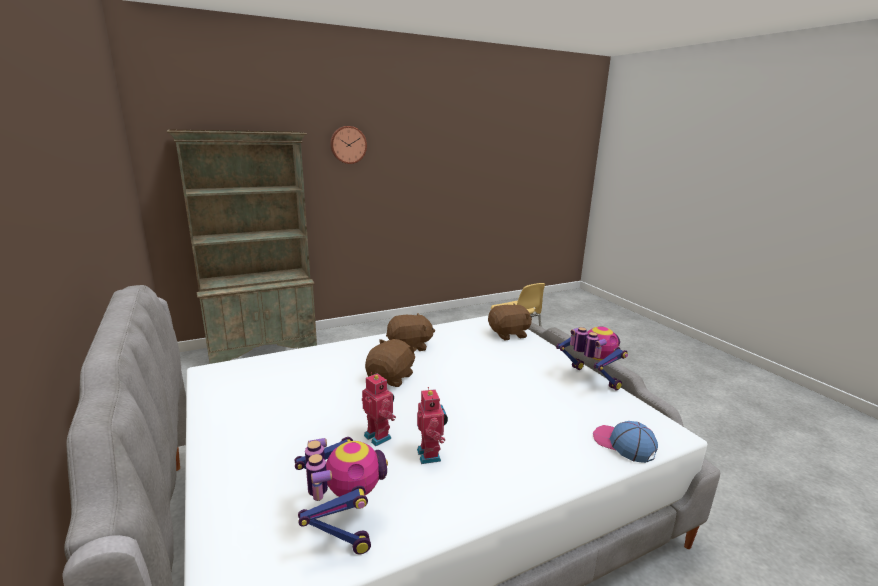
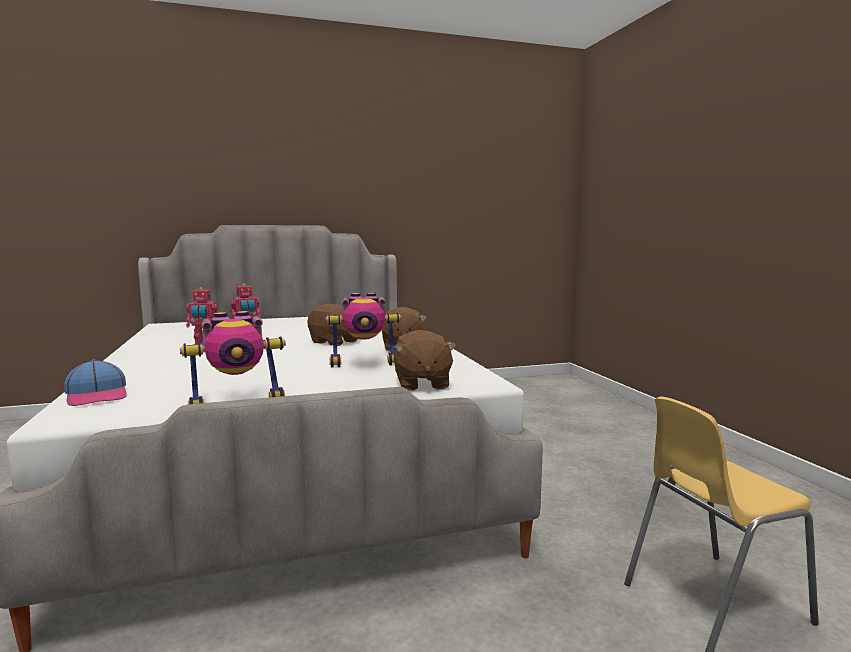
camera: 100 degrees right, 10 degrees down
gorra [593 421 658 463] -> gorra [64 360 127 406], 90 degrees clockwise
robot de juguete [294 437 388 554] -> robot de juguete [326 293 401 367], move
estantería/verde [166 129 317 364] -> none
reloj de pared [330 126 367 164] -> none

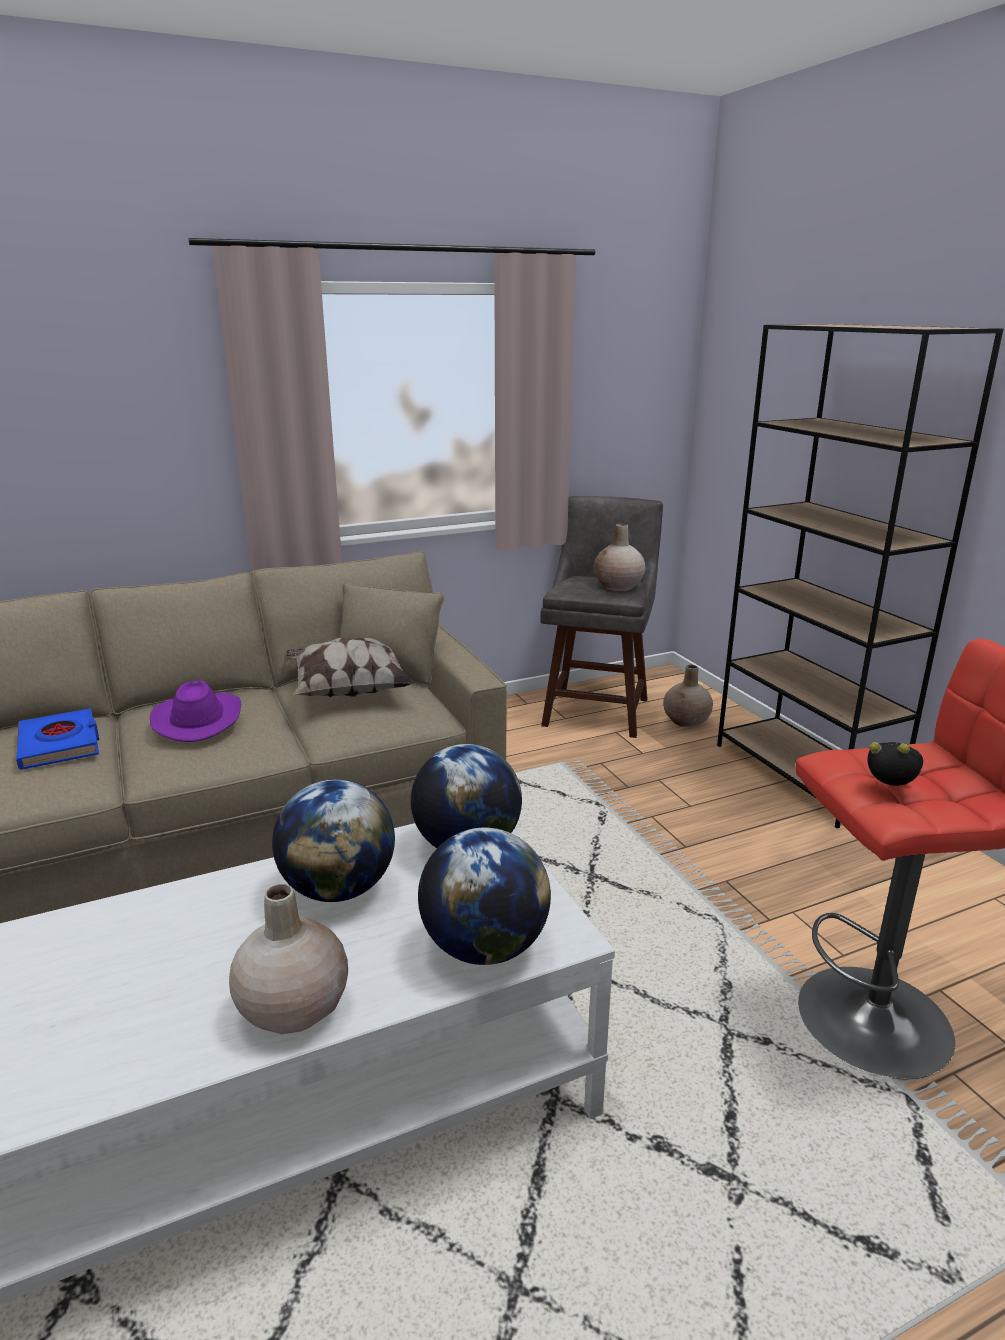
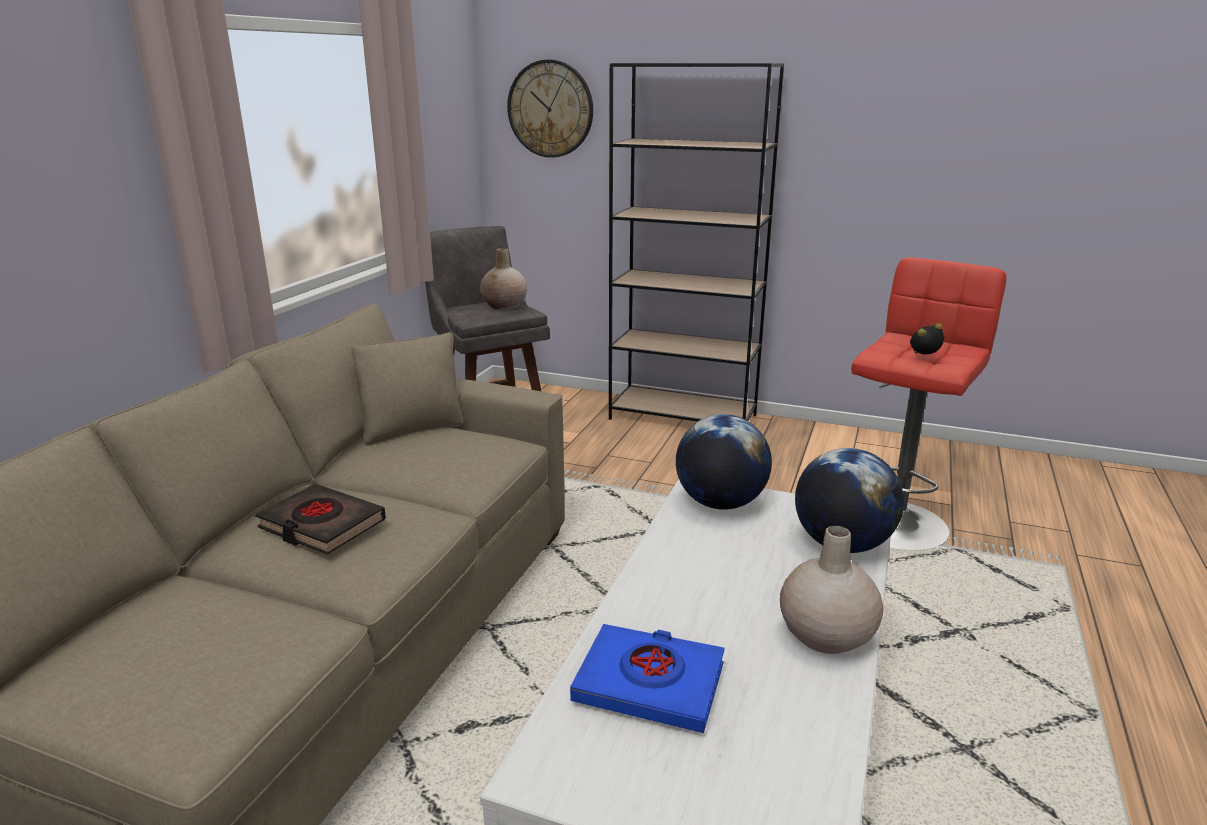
camera: 45 degrees left, 0 degrees up
sombrero/morado [150 680 241 742] -> libro/negro [255 484 386 554]
none -> reloj de pared [507 60 593 158]
libro/azul [16 708 99 770] -> libro/azul [570 624 724 733], move
globo terráqueo [272 779 395 902] -> none
cojín [286 637 414 697] -> none
florero/beis [663 665 713 728] -> none

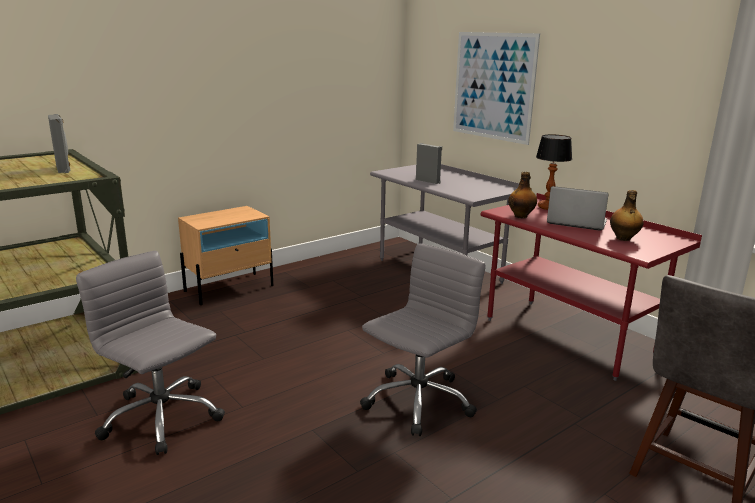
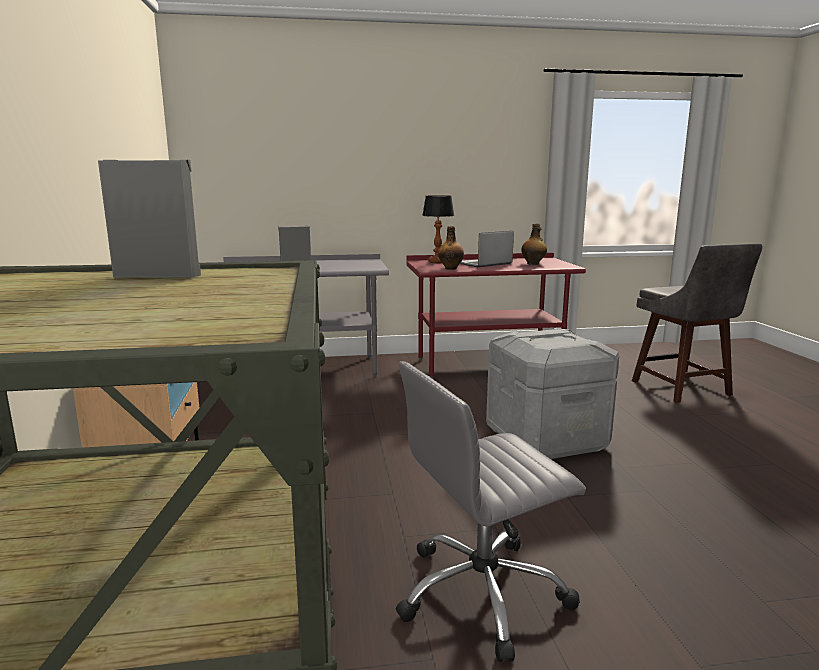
camera: 60 degrees left, 5 degrees down
silla de oficina/gris [360 243 486 436] -> caja de almacenaje/gris [486 328 619 459]
cuadro [453 32 540 145] -> none

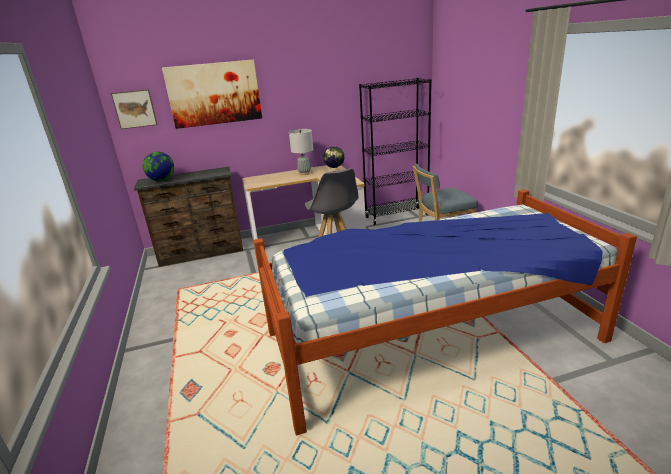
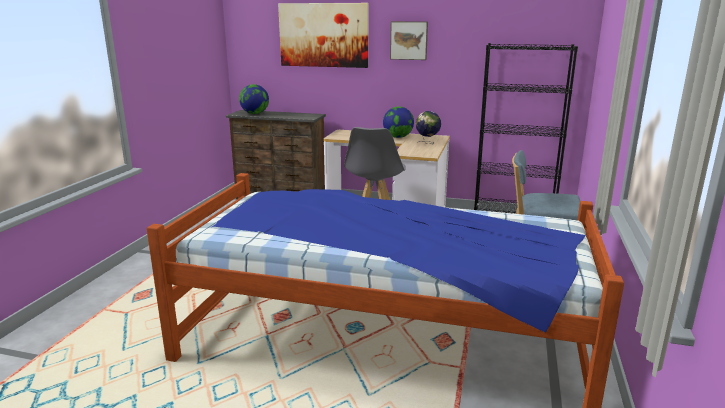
camera: 30 degrees right, 5 degrees down
lámpara de mesa/gris [289 129 313 175] -> globo terráqueo [383 106 414 138]
cuadro [111 89 157 129] -> cuadro [390 21 428 60], move

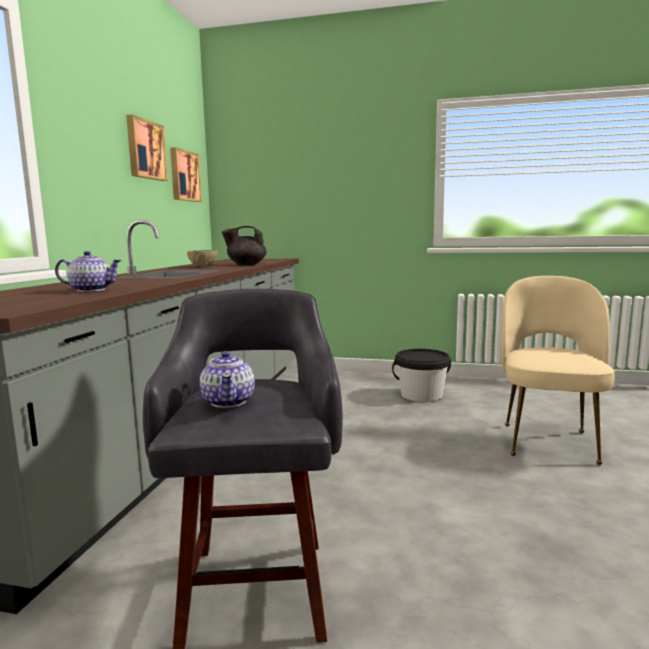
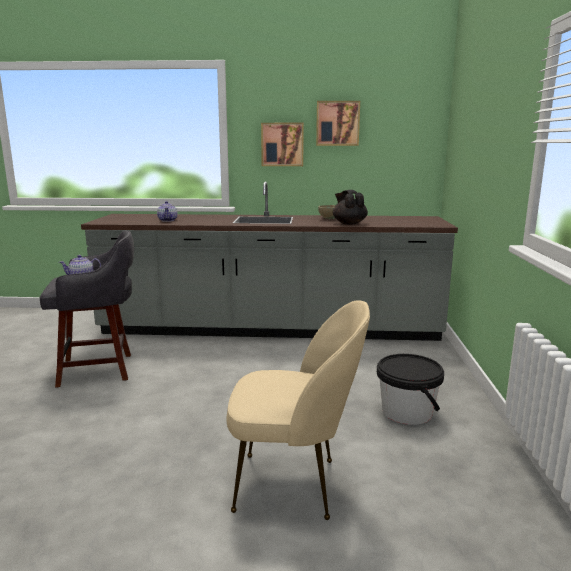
camera: 80 degrees right, 5 degrees up
cuadro [170 147 202 202] -> cuadro [261 123 304 166], move

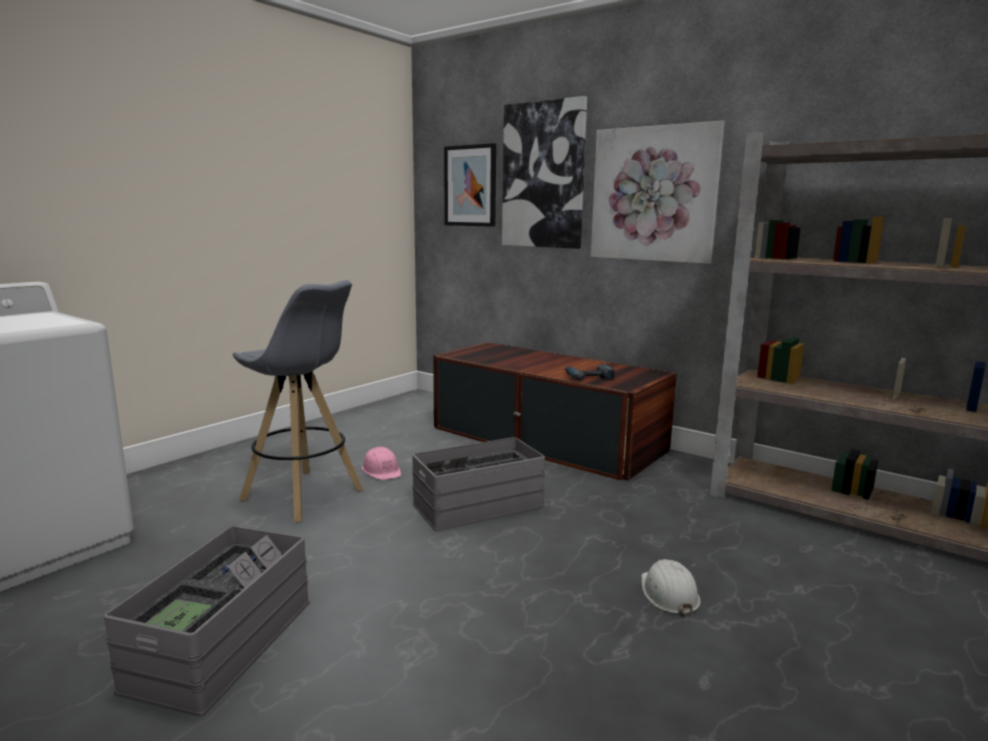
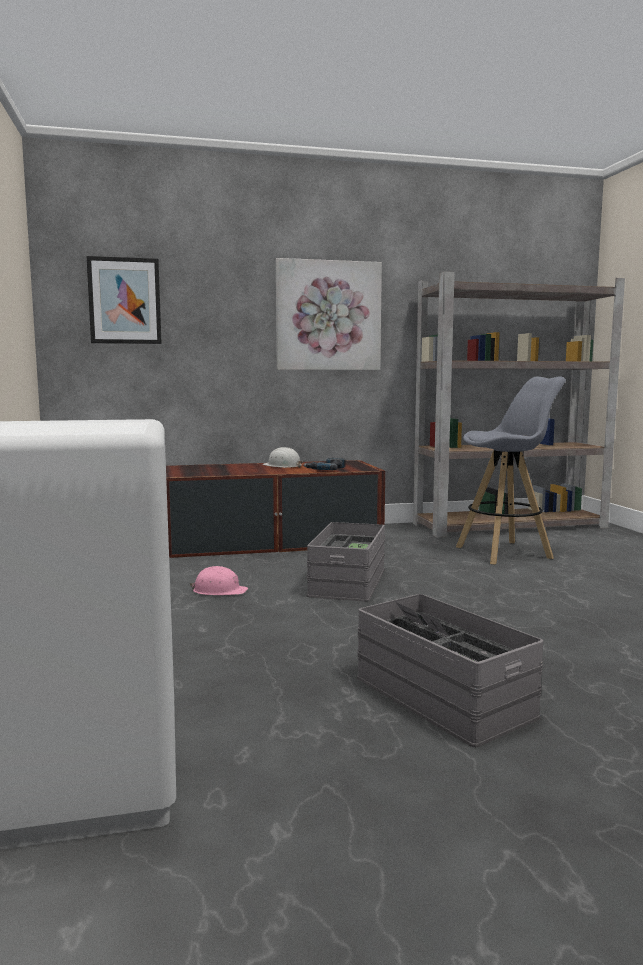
camera: 50 degrees left, 5 degrees down
casco/blanco [642 559 701 617] -> casco/blanco [262 447 303 468], move
taburete/gris [233 280 363 522] -> taburete/gris [456 376 566 565], move
cuadro [502 96 587 249] -> none

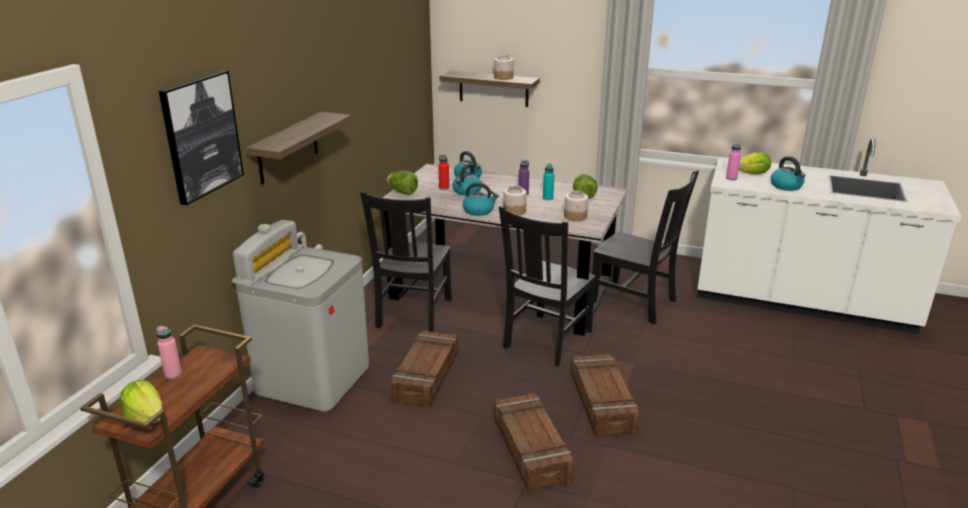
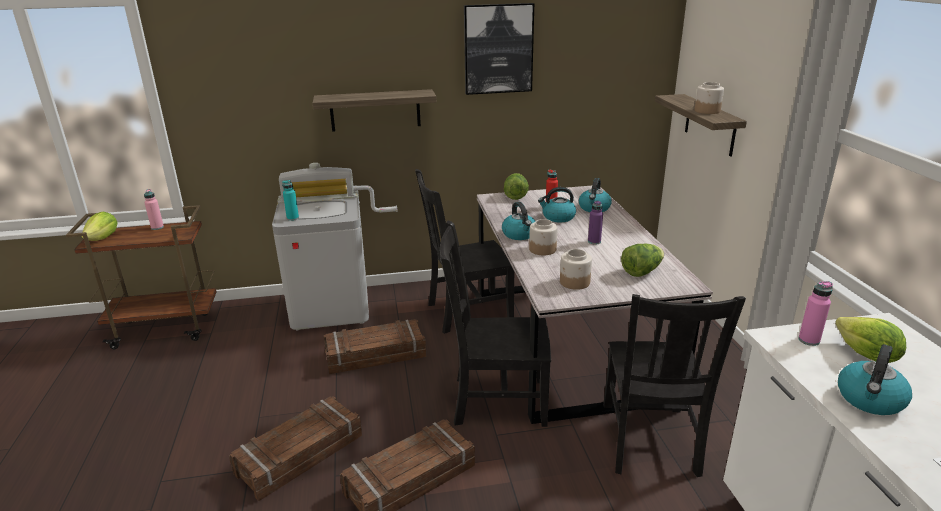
camera: 60 degrees right, 0 degrees up
botella/turquesa [543 164 554 200] -> botella/turquesa [282 180 299 221], move
cuadro [159 70 244 205] -> cuadro [464 3 534 95], move

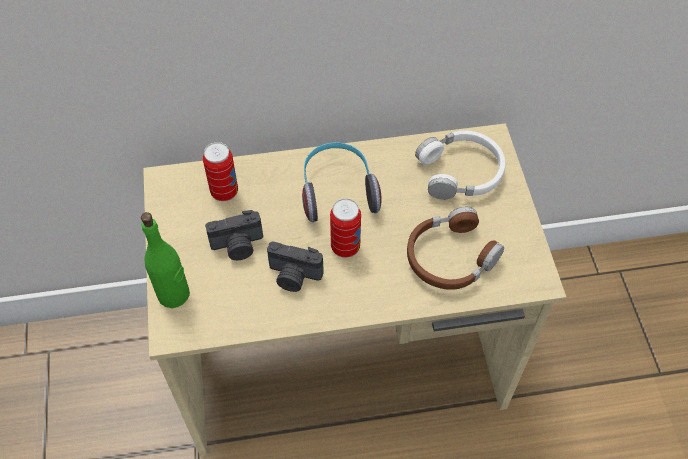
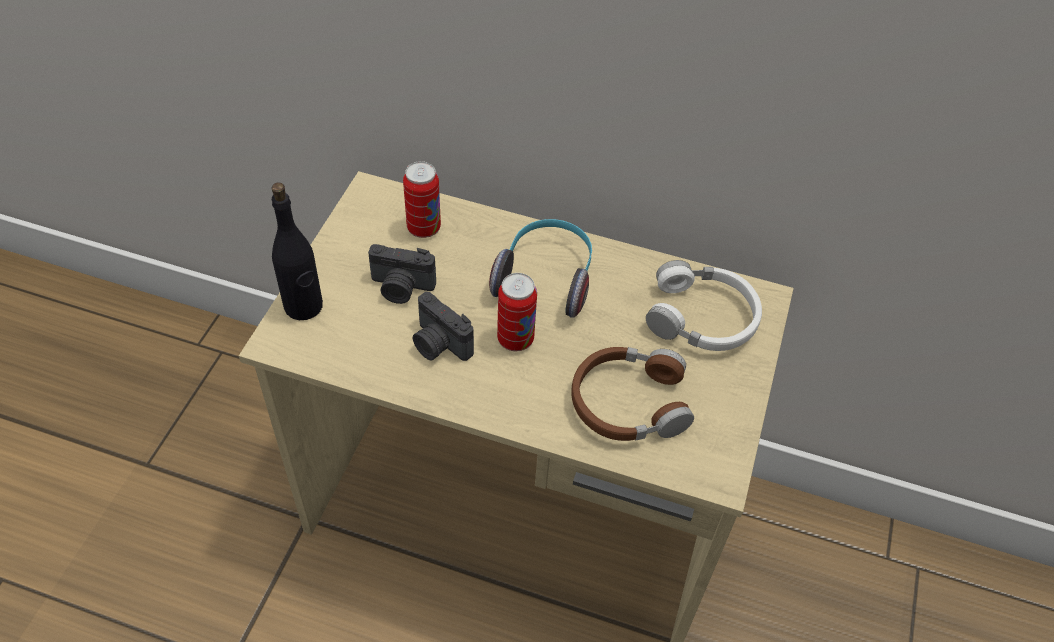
camera: 25 degrees right, 5 degrees down
botella/verde [141 212 190 308] -> botella/negro [271 182 323 320]

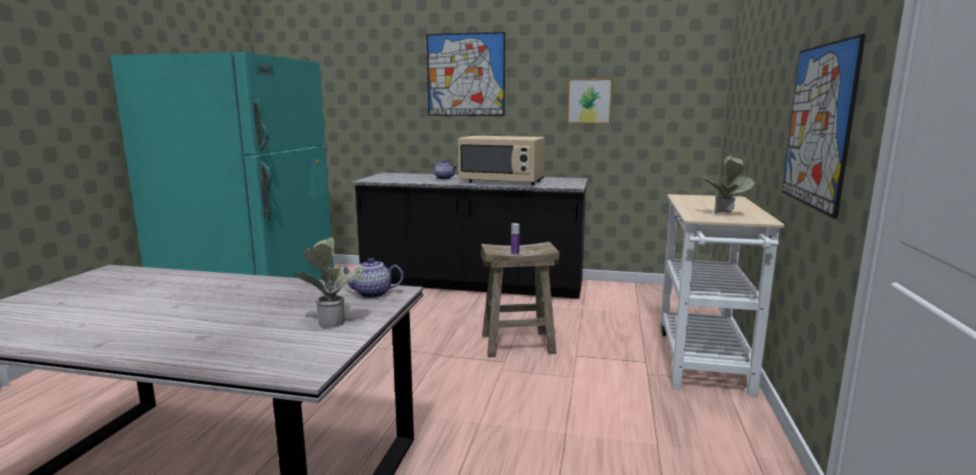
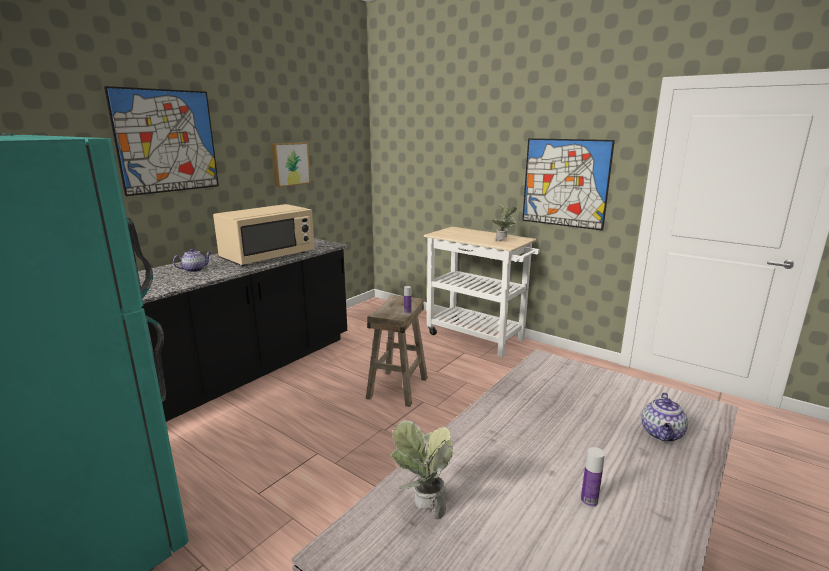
camera: 65 degrees left, 5 degrees up
planta en maceta [294 237 365 328] -> planta en maceta [390 420 453 519], move
none -> botella [581 447 605 507]
tetera [343 258 403 298] -> tetera [641 392 688 442], move

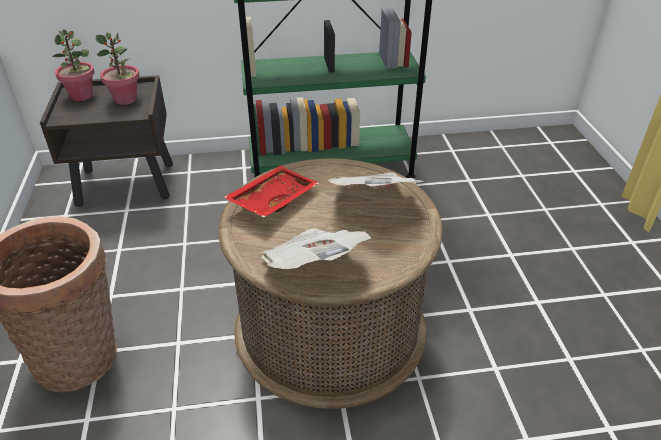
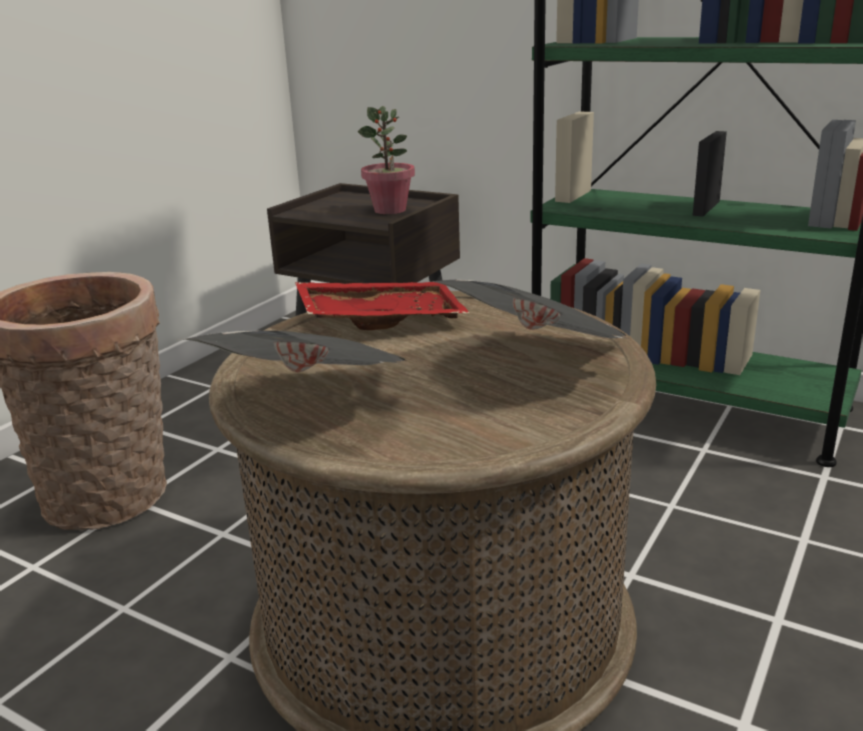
camera: 40 degrees right, 15 degrees down
planta en maceta [52 29 95 101] -> none

